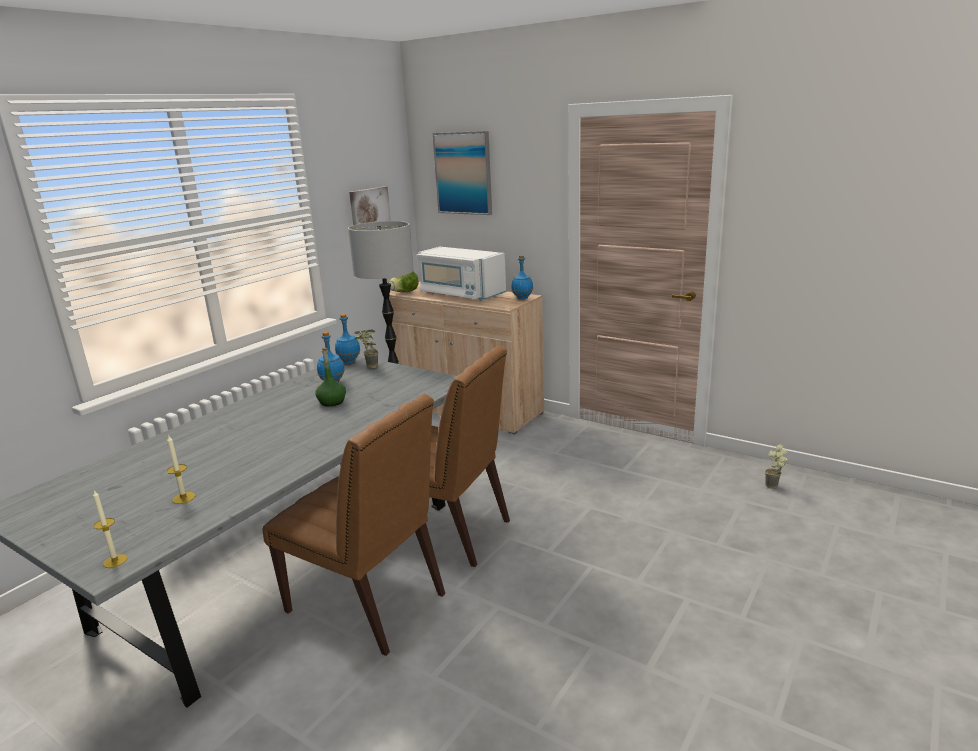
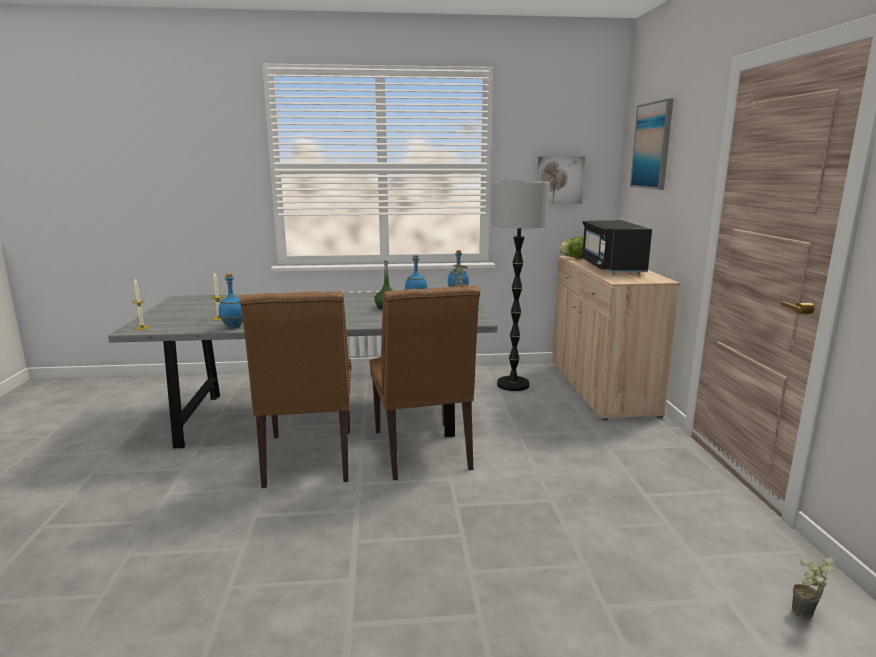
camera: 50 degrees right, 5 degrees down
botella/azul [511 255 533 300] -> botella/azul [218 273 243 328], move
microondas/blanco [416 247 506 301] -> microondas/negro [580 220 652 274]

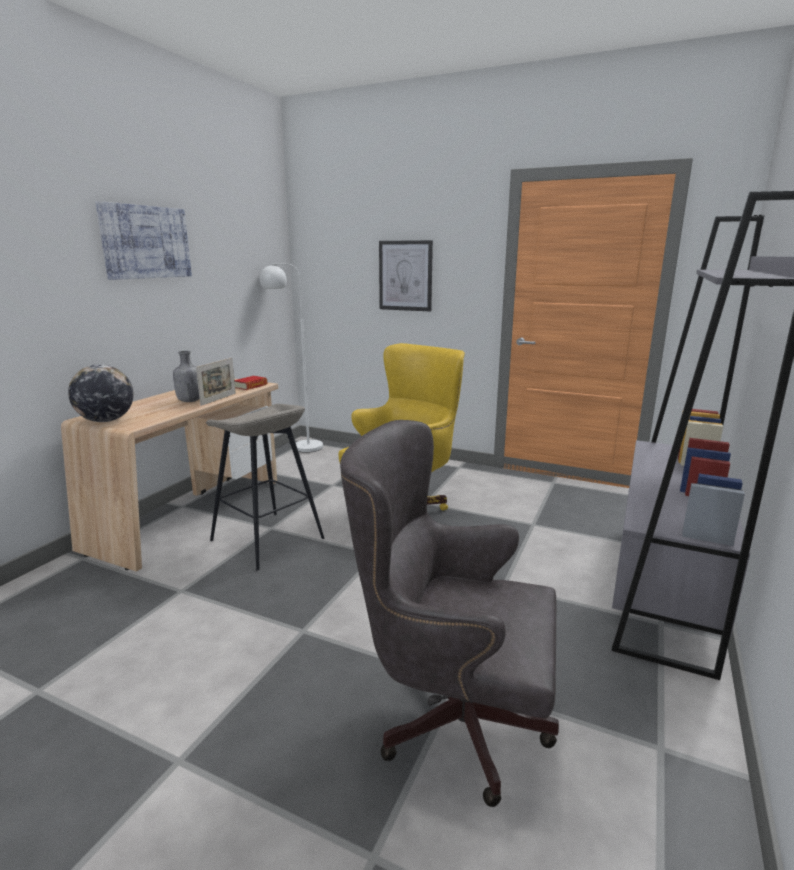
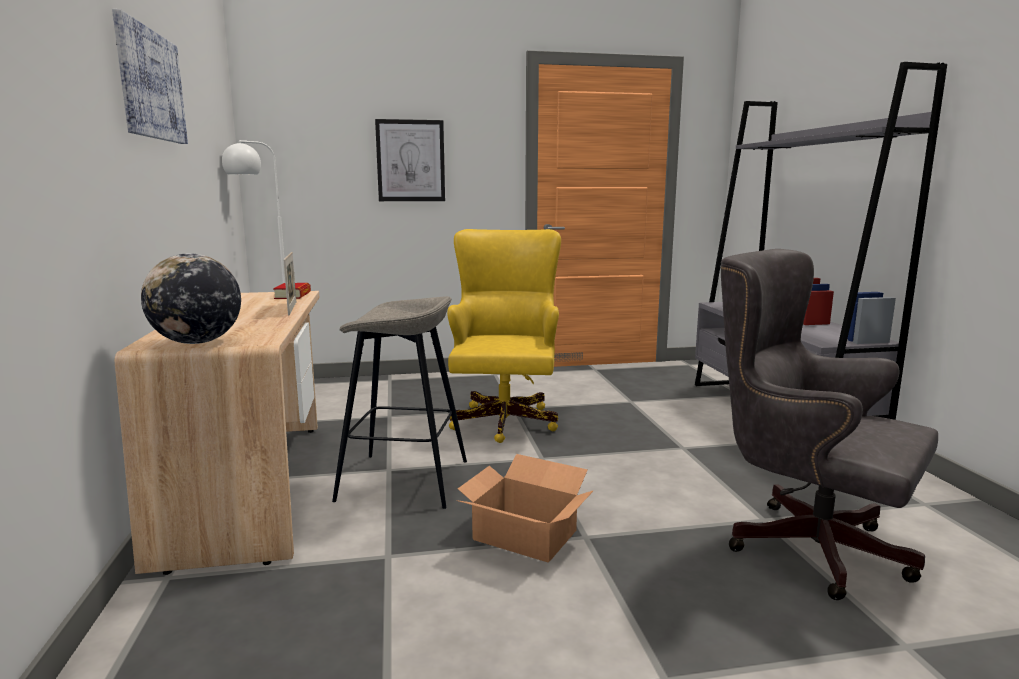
camera: 35 degrees left, 5 degrees down
none -> caja de cartón [456 454 594 562]
silla de oficina/gris [340 420 559 807] -> silla de oficina/gris [721 249 938 600], 60 degrees clockwise
botella/gris [173 351 200 402] -> none

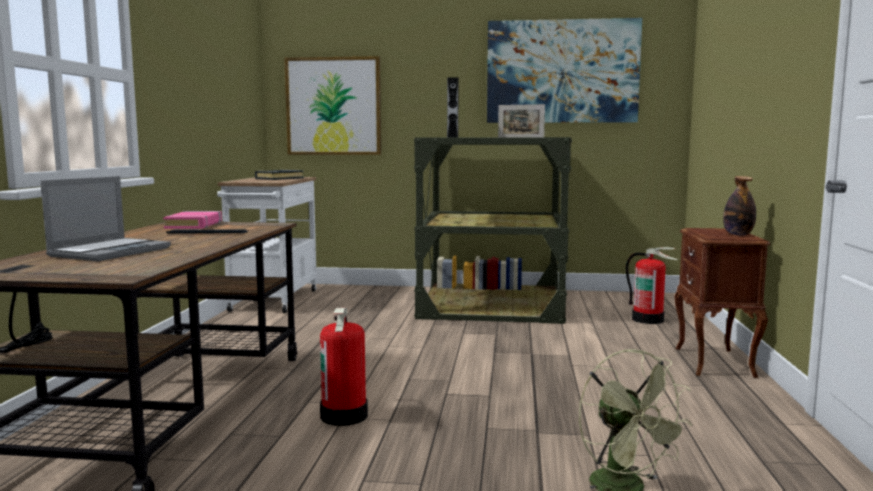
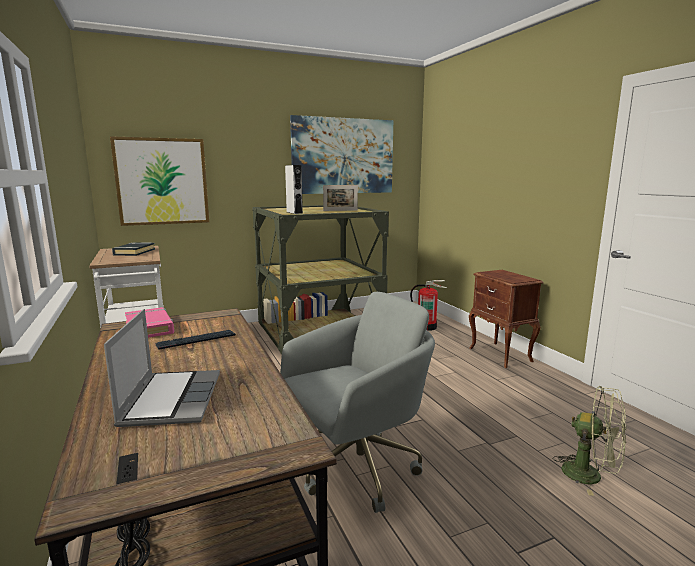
camera: 30 degrees left, 5 degrees up
extintor [320 307 368 426] -> silla de oficina/gris [280 292 435 513]
botella [723 176 756 235] -> none

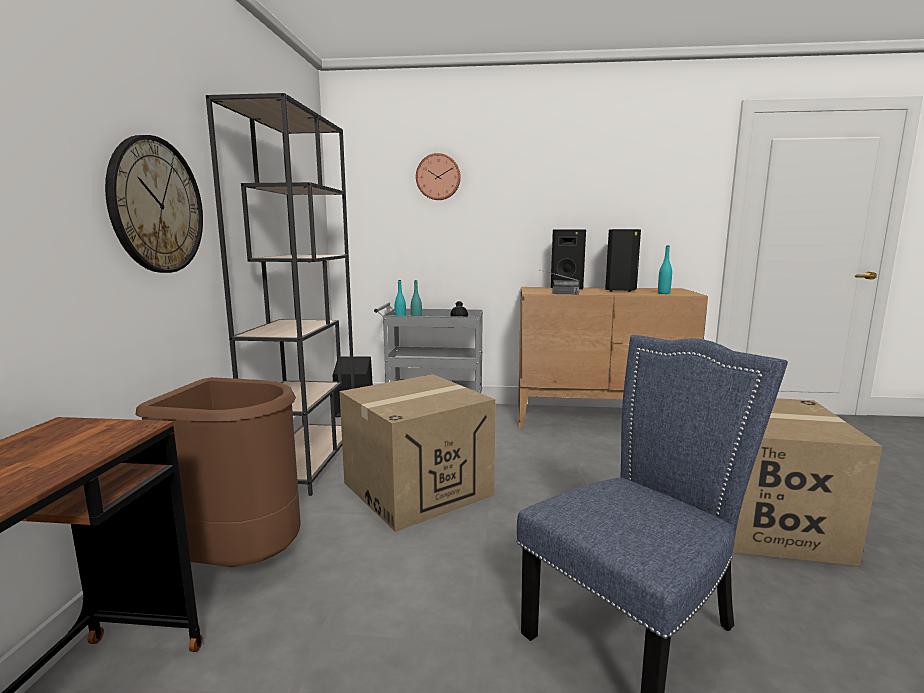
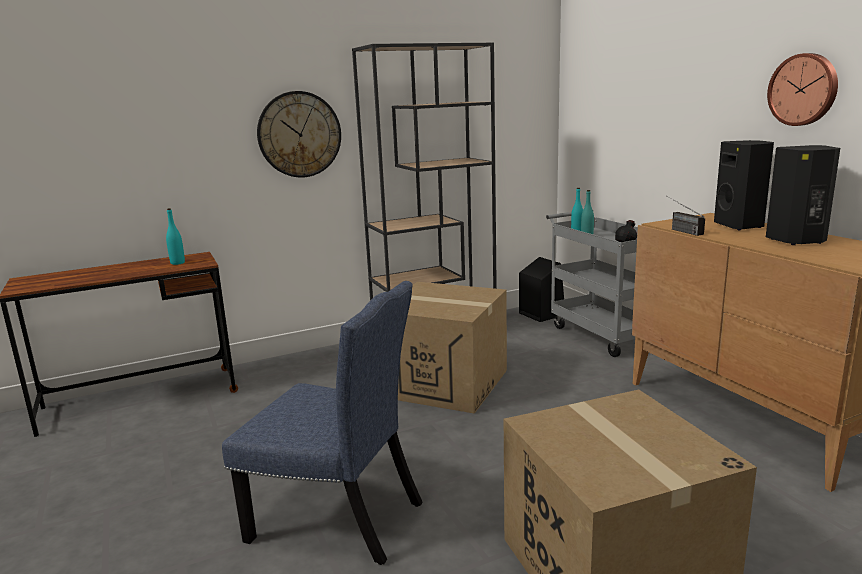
camera: 60 degrees right, 5 degrees up
botella/turquesa [658 246 672 294] -> botella/turquesa [166 208 185 265], move
reloj de pared [416 153 461 200] -> reloj de pared [767 53 838 126], move
papelera/marrón [136 377 301 567] -> none

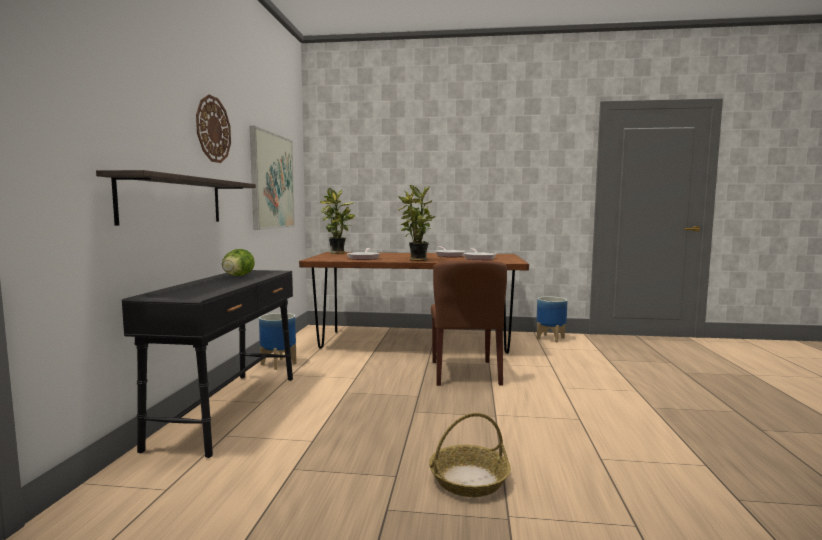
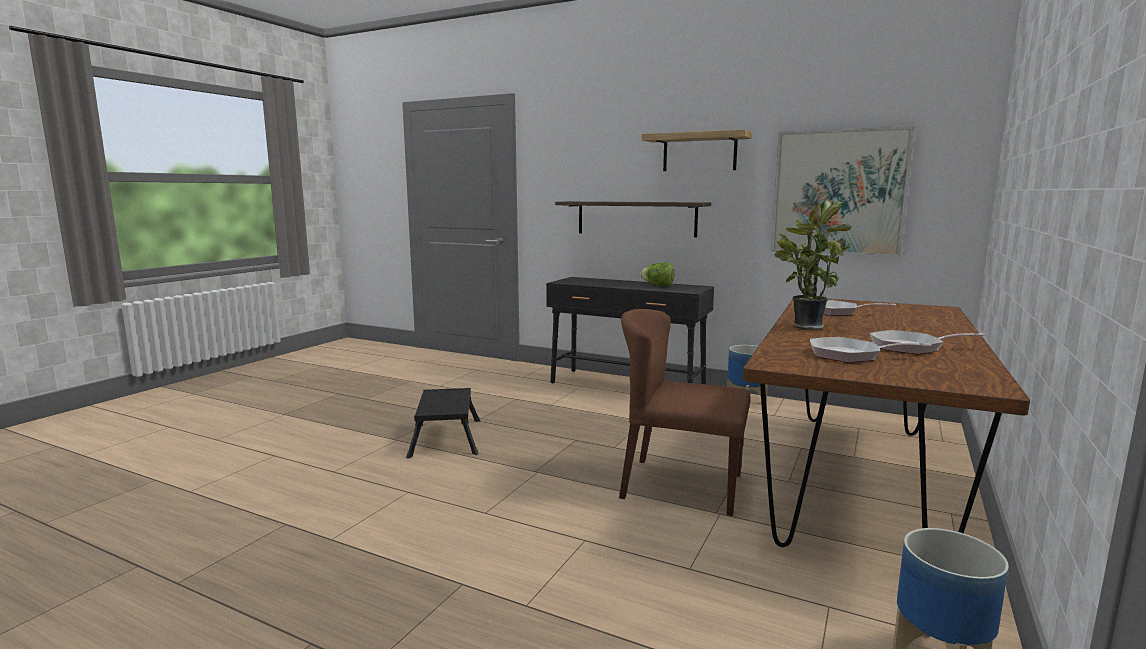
camera: 110 degrees right, 5 degrees up
cesta [429 413 511 497] -> escalera de tijera/negro [406 388 481 459]
reloj de pared [196 94 231 163] -> estante [642 129 752 171]
planta en maceta [320 188 355 254] -> none

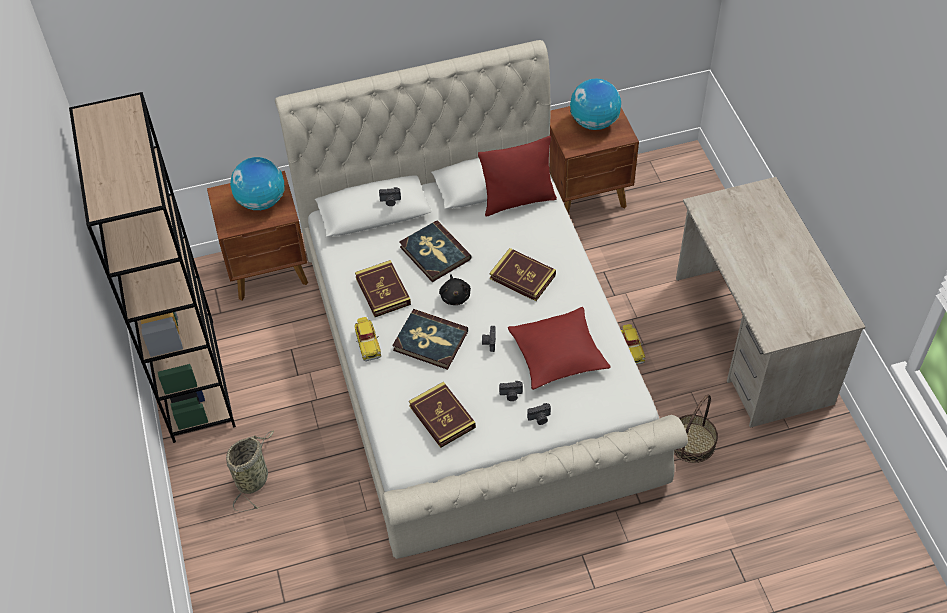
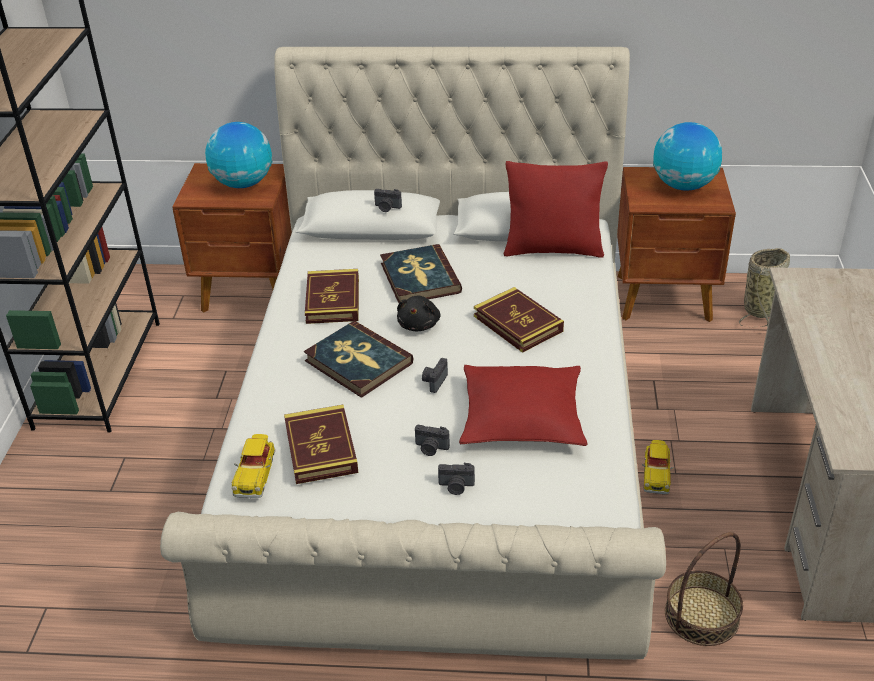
camera: 20 degrees right, 15 degrees down
coche de juguete [355 317 381 361] -> coche de juguete [232 434 275 498], move
cesta [226 430 274 511] -> cesta [739 248 790 327], move

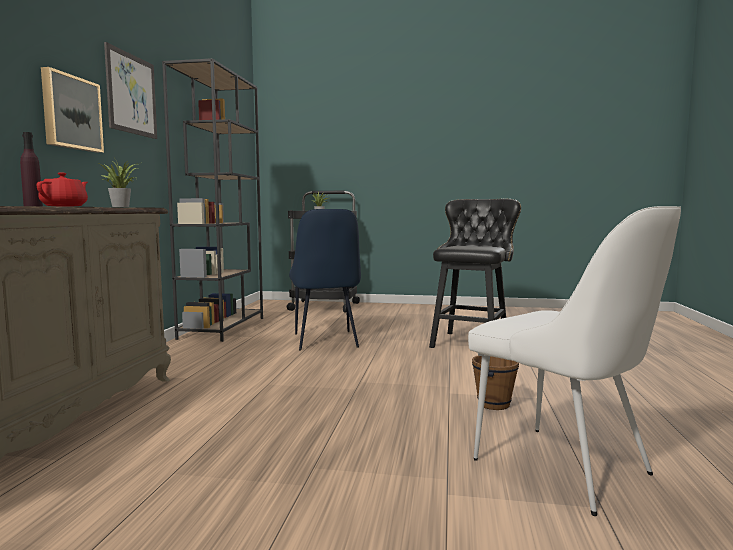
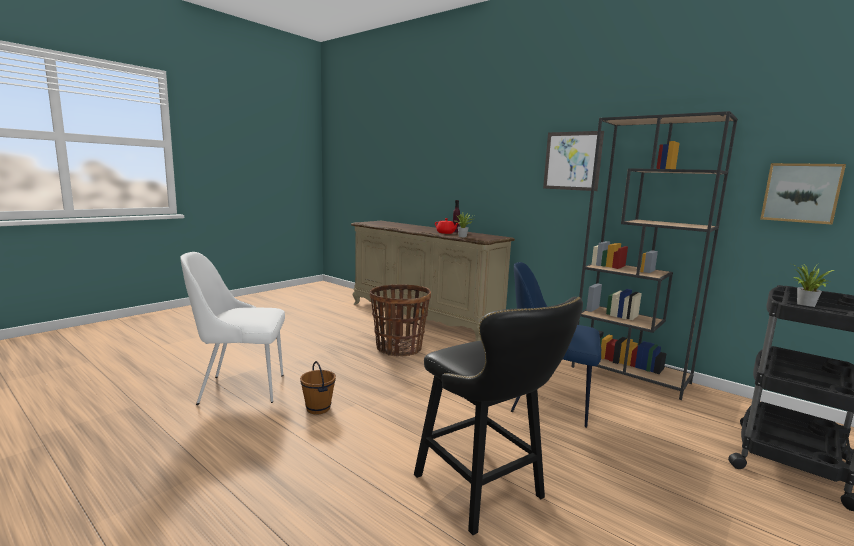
camera: 120 degrees right, 5 degrees up
none -> cesta [370 284 431 356]
cuadro [41 67 104 153] -> cuadro [760 163 846 225], move

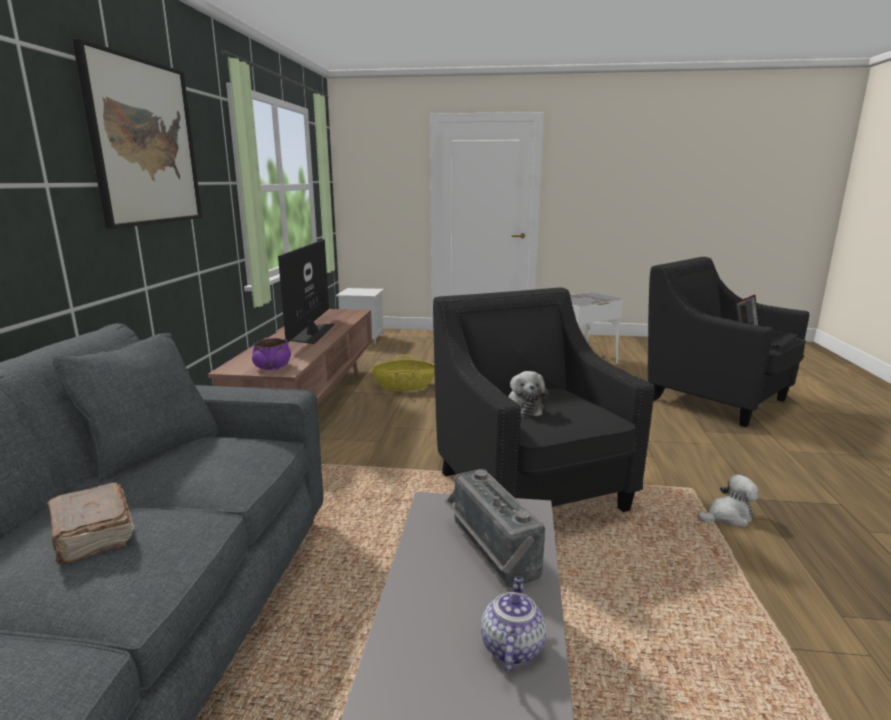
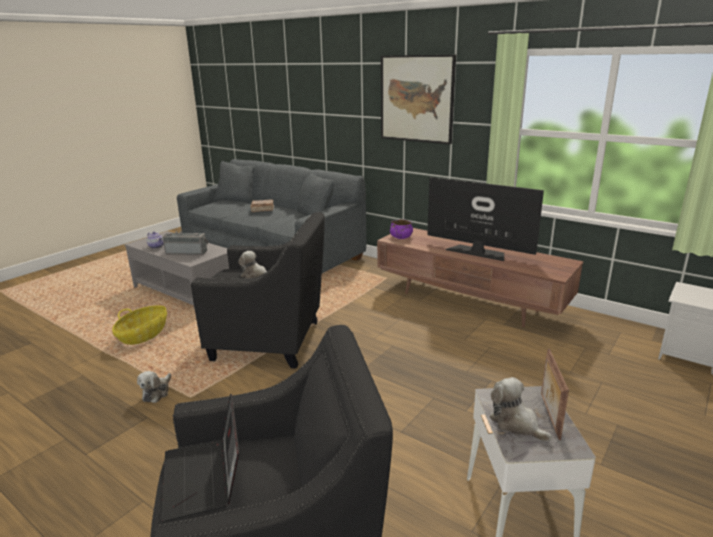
camera: 120 degrees right, 5 degrees up
cesta [372 355 435 392] -> cesta [112 305 167 345], move
none -> peluche [490 377 552 442]
none -> portarretratos [541 349 569 440]

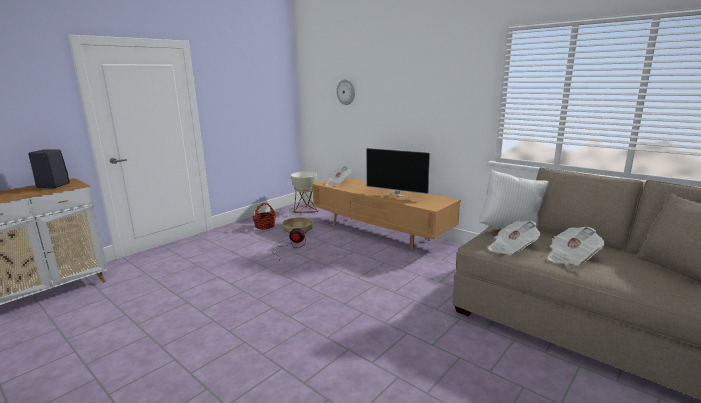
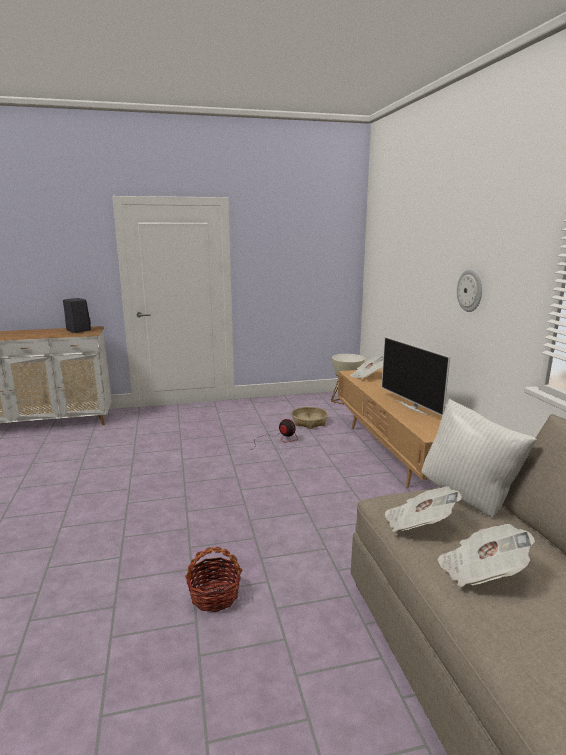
camera: 35 degrees right, 0 degrees up
cesta [253 203 276 229] -> cesta [185 547 242 612], move
reloj de pared [336 79 355 105] -> reloj de pared [457 270 482 312], move

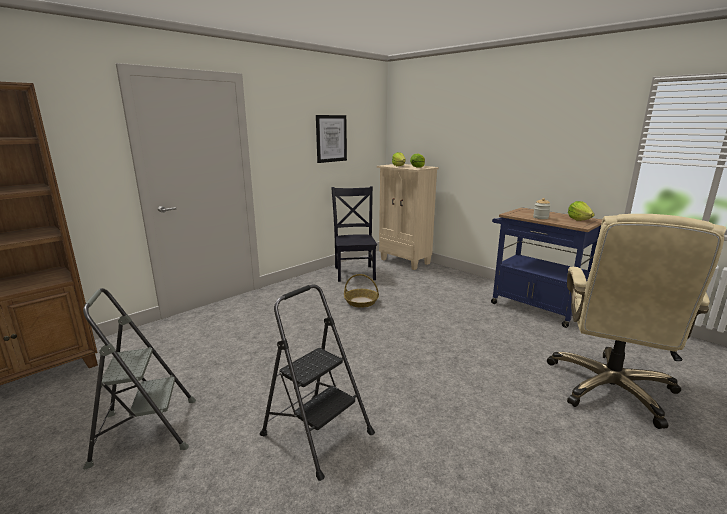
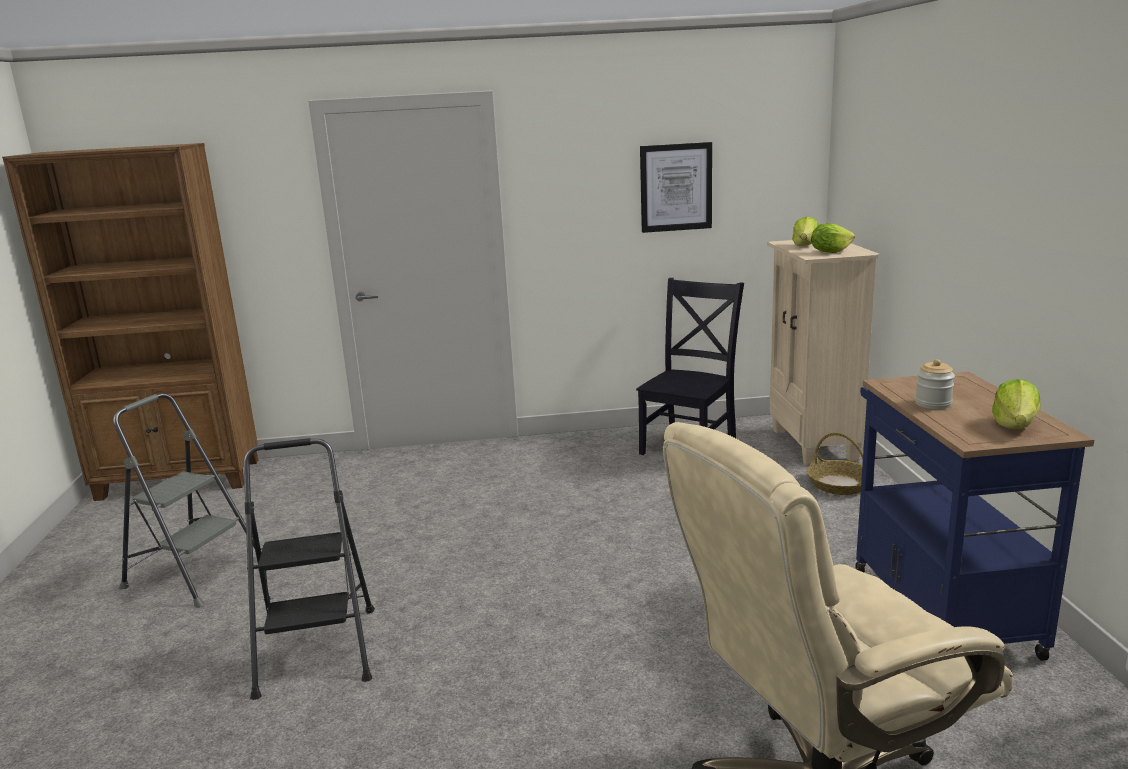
camera: 40 degrees right, 0 degrees up
cesta [344 274 379 308] -> cesta [807 433 874 495], move

